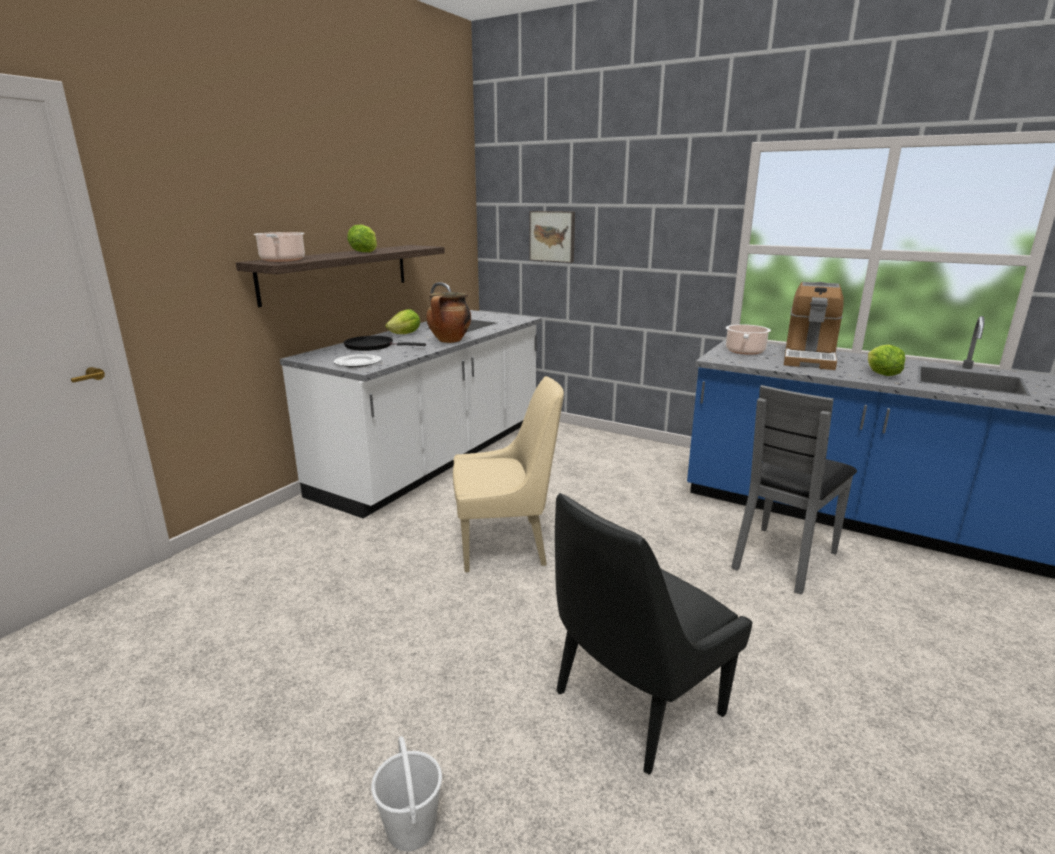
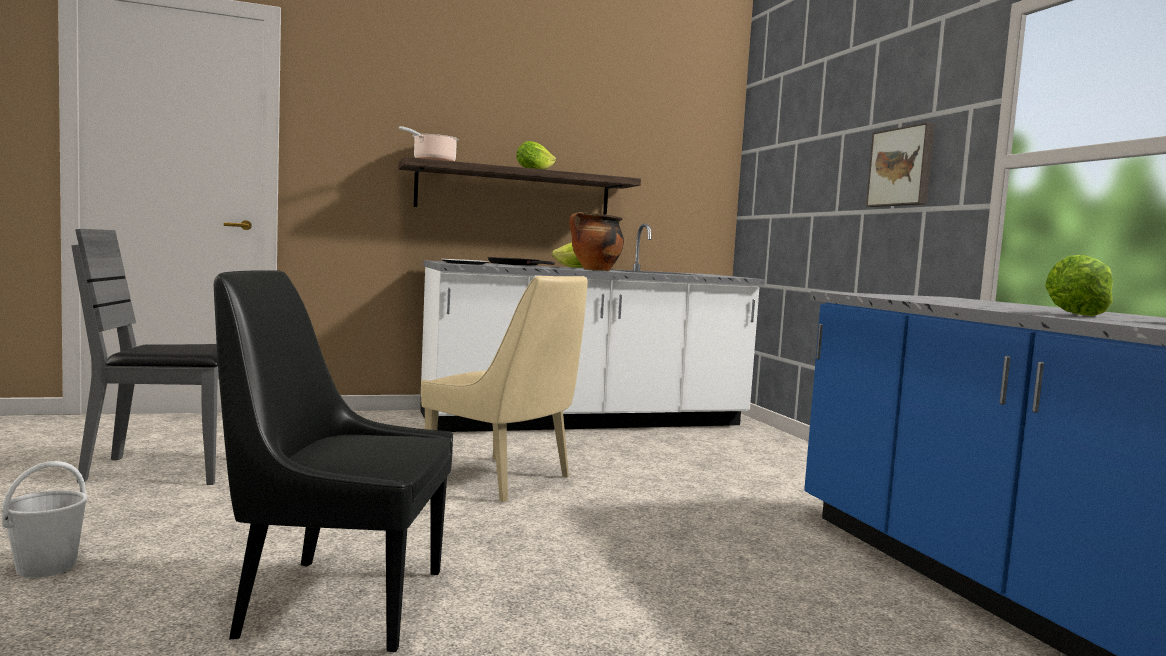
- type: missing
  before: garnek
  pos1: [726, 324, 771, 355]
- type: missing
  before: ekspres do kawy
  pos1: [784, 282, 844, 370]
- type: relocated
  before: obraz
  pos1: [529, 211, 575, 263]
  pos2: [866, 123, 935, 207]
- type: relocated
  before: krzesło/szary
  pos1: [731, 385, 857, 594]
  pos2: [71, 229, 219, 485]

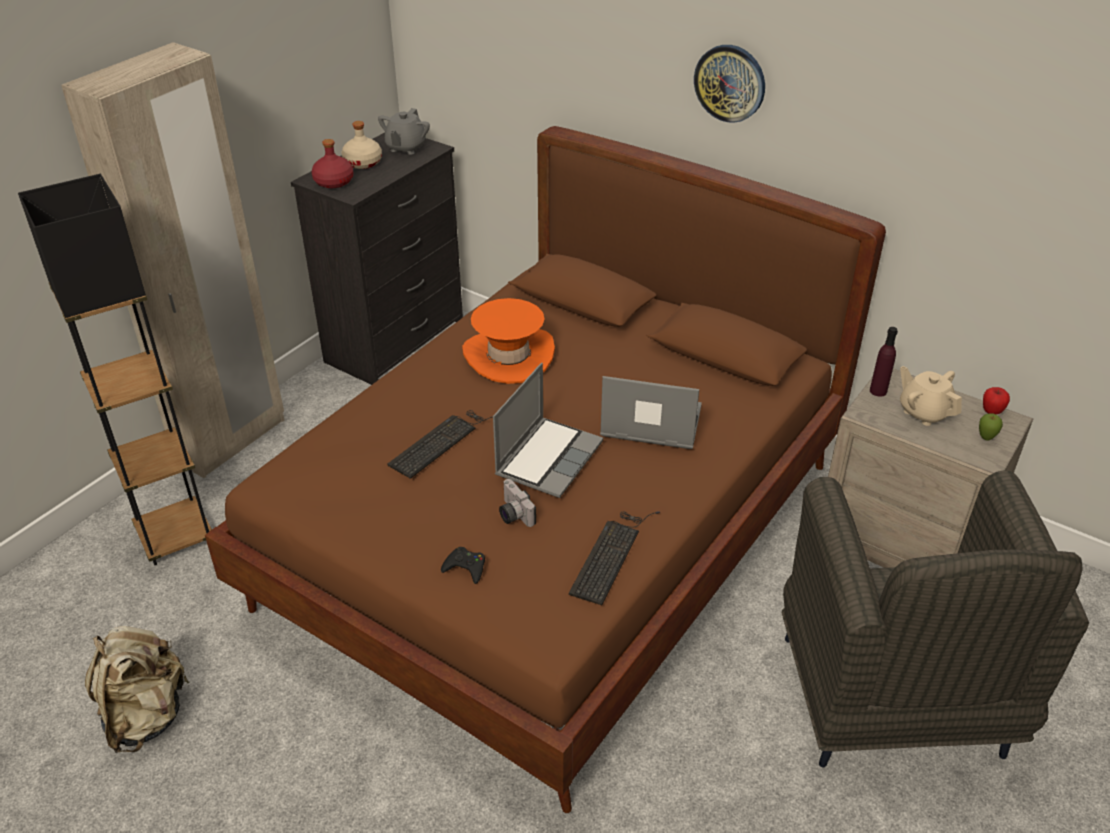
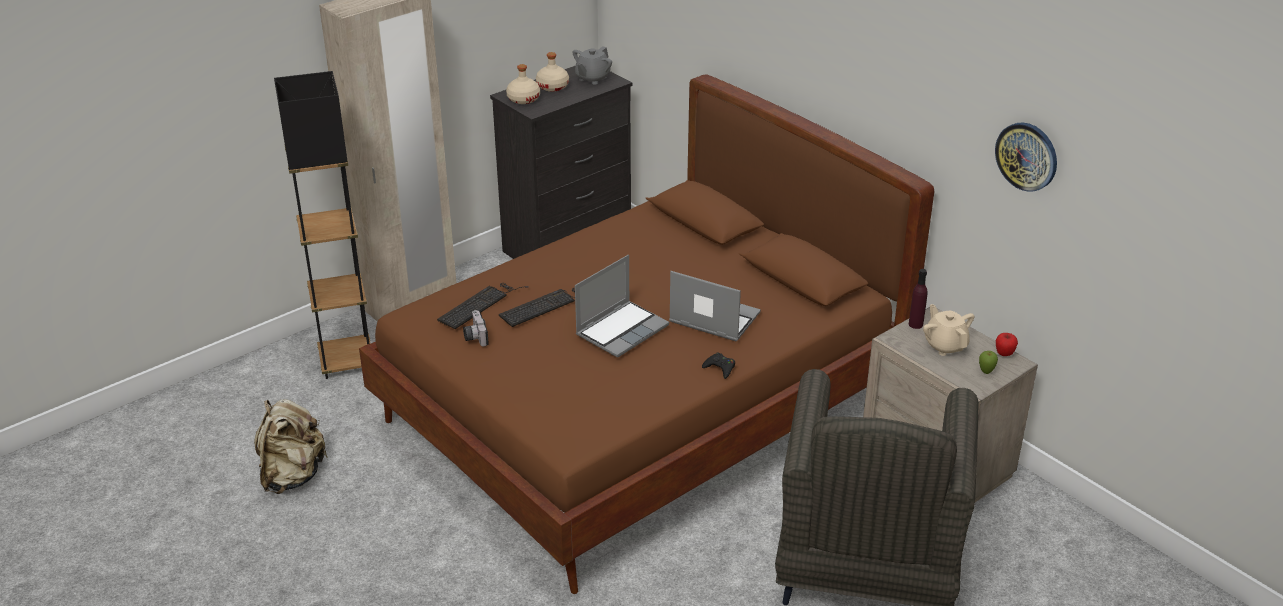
- type: missing
  before: kapelusz/pomarańczowy
  pos1: [462, 298, 555, 384]
- type: relocated
  before: pad do gier/czarny
  pos1: [441, 547, 485, 584]
  pos2: [702, 352, 735, 379]
- type: relocated
  before: aparat fotograficzny
  pos1: [499, 479, 536, 527]
  pos2: [463, 310, 489, 347]
- type: relocated
  before: klawiatura
  pos1: [569, 511, 660, 605]
  pos2: [437, 283, 529, 329]
- type: relocated
  before: zegar ścienny
  pos1: [694, 45, 765, 123]
  pos2: [995, 123, 1057, 191]
- type: colour
  before: butelka/czerwony
  after: butelka/beżowy
  pos1: [312, 139, 354, 188]
  pos2: [506, 64, 540, 104]

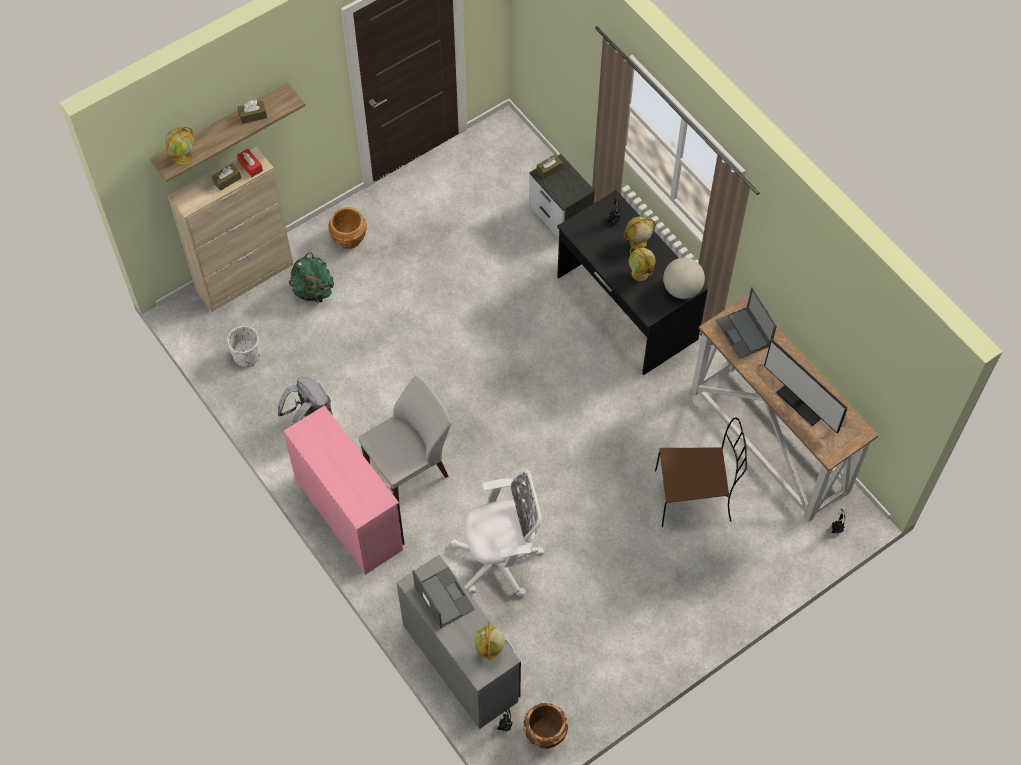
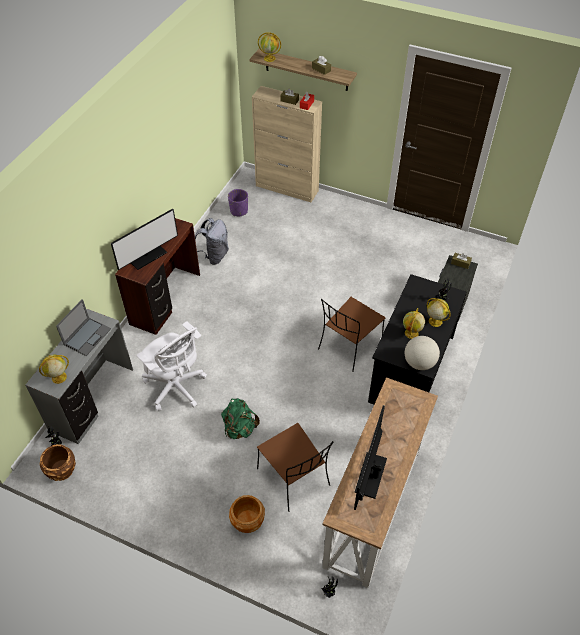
- type: missing
  before: krzesło/biały
  pos1: [359, 376, 451, 502]
- type: missing
  before: laptop
  pos1: [716, 287, 777, 359]
- type: appeared
  after: monitor
  pos2: [111, 209, 178, 270]
- type: appeared
  after: krzesło/brązowy
  pos2: [318, 297, 386, 372]
- type: relocated
  before: plecak/zielony
  pos1: [289, 252, 334, 303]
  pos2: [221, 398, 260, 439]
- type: relocated
  before: donica/brązowy
  pos1: [328, 207, 367, 249]
  pos2: [229, 495, 265, 533]
- type: colour
  before: donica/biały
  after: donica/fioletowy
  pos1: [227, 326, 261, 367]
  pos2: [228, 189, 248, 216]
- type: colour
  before: biurko/różowy
  after: biurko/brązowy
  pos1: [283, 405, 404, 575]
  pos2: [115, 218, 200, 335]

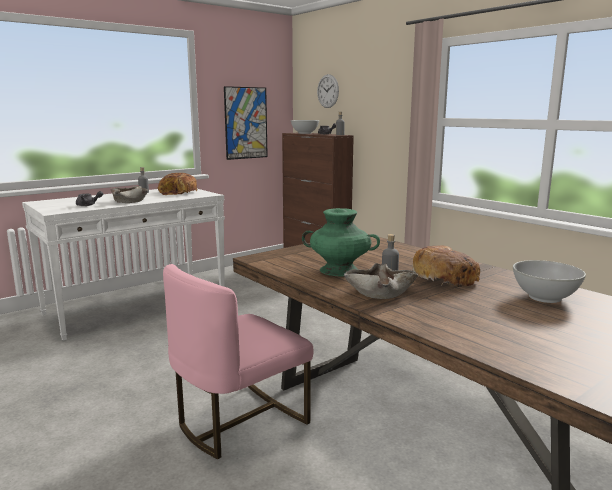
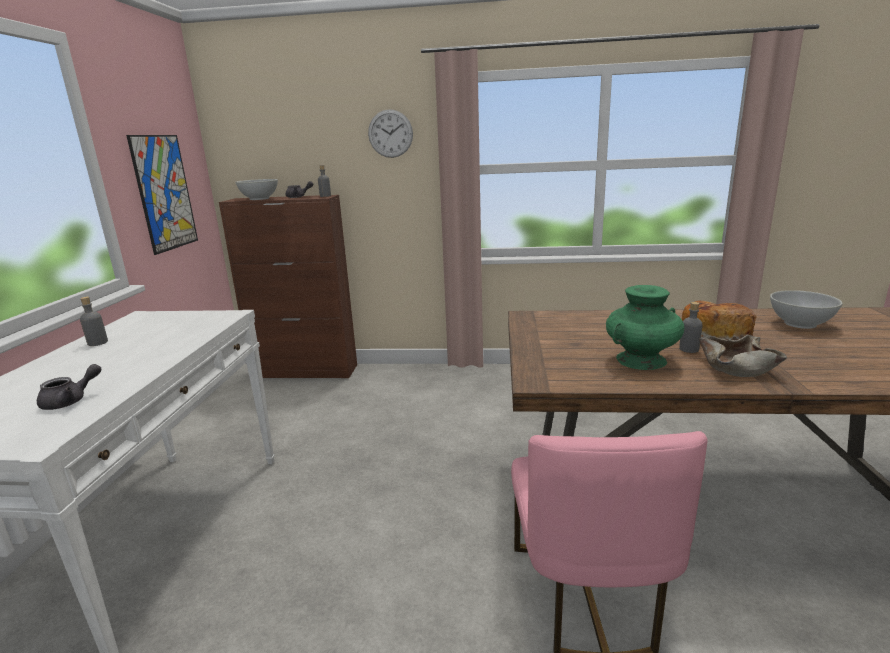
- type: missing
  before: miska/beżowy
  pos1: [111, 186, 148, 203]
- type: missing
  before: chleb
  pos1: [158, 173, 198, 195]
- type: relocated
  before: zegar ścienny
  pos1: [317, 74, 339, 108]
  pos2: [368, 109, 413, 158]

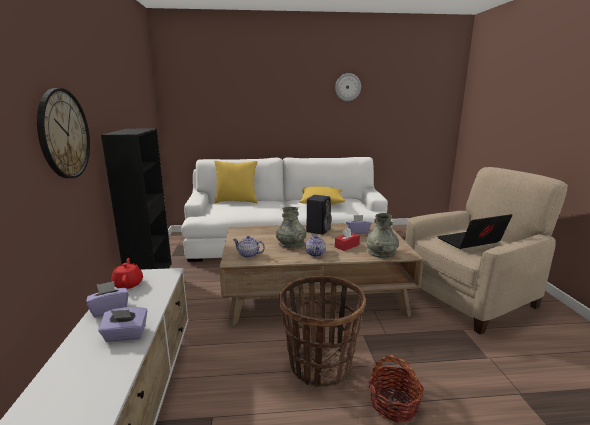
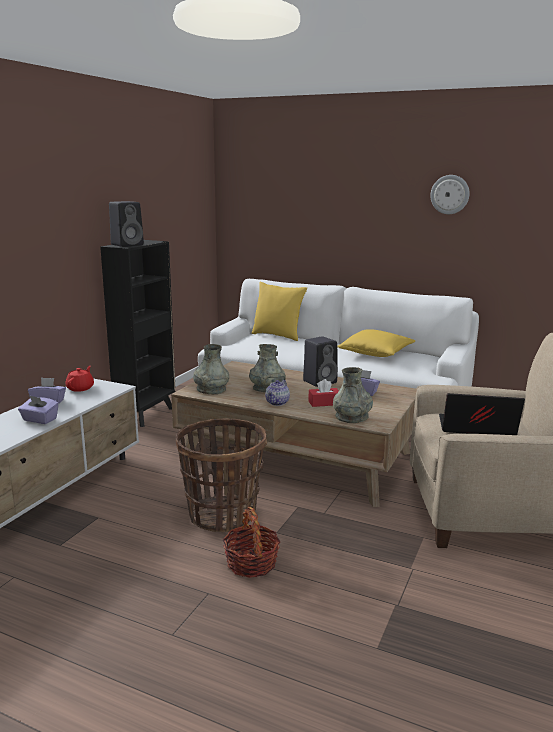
- type: missing
  before: zegar ścienny
  pos1: [37, 88, 90, 178]
- type: appeared
  after: głośnik/czarny
  pos2: [109, 201, 144, 247]
- type: exchanged
  before: imbryk
  after: wazon/szary
  pos1: [233, 236, 265, 258]
  pos2: [193, 344, 229, 394]

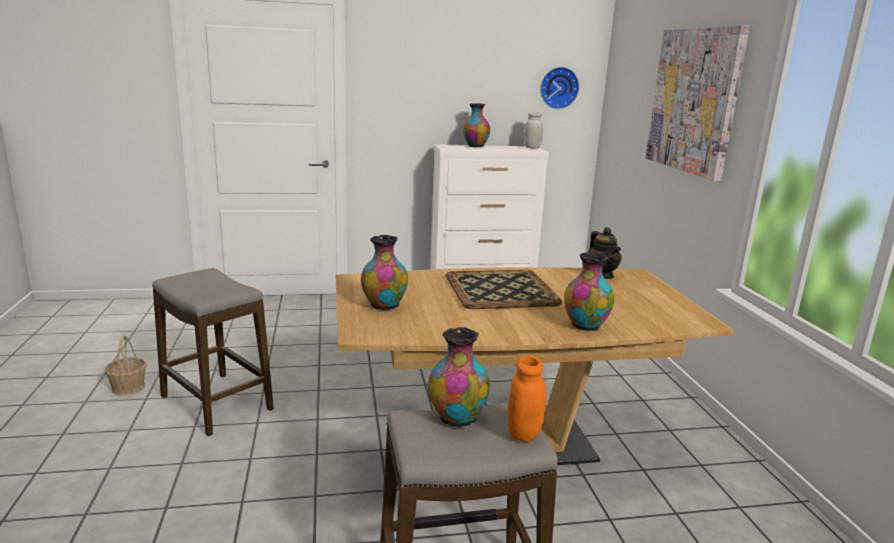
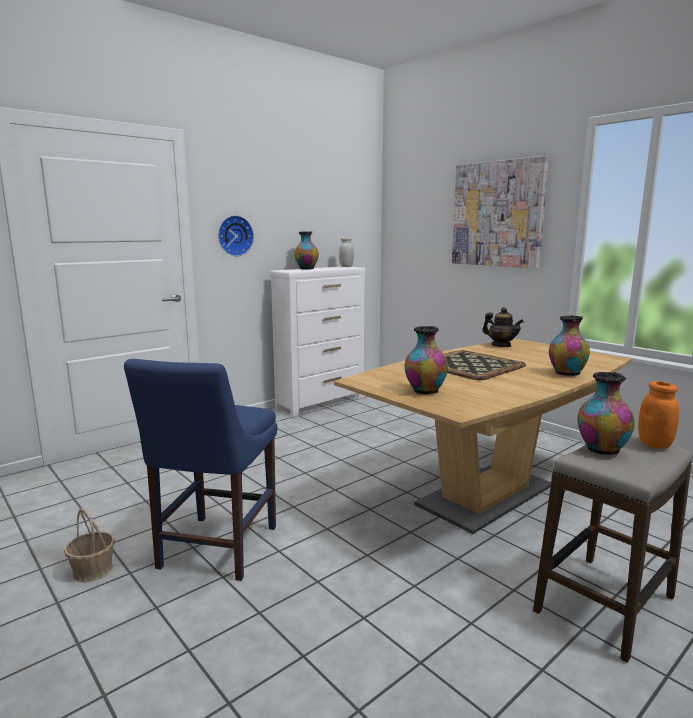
- type: relocated
  before: zegar ścienny
  pos1: [540, 67, 579, 109]
  pos2: [218, 215, 254, 256]
- type: exchanged
  before: stołek
  after: krzesło/niebieski
  pos1: [152, 268, 274, 436]
  pos2: [124, 359, 277, 581]

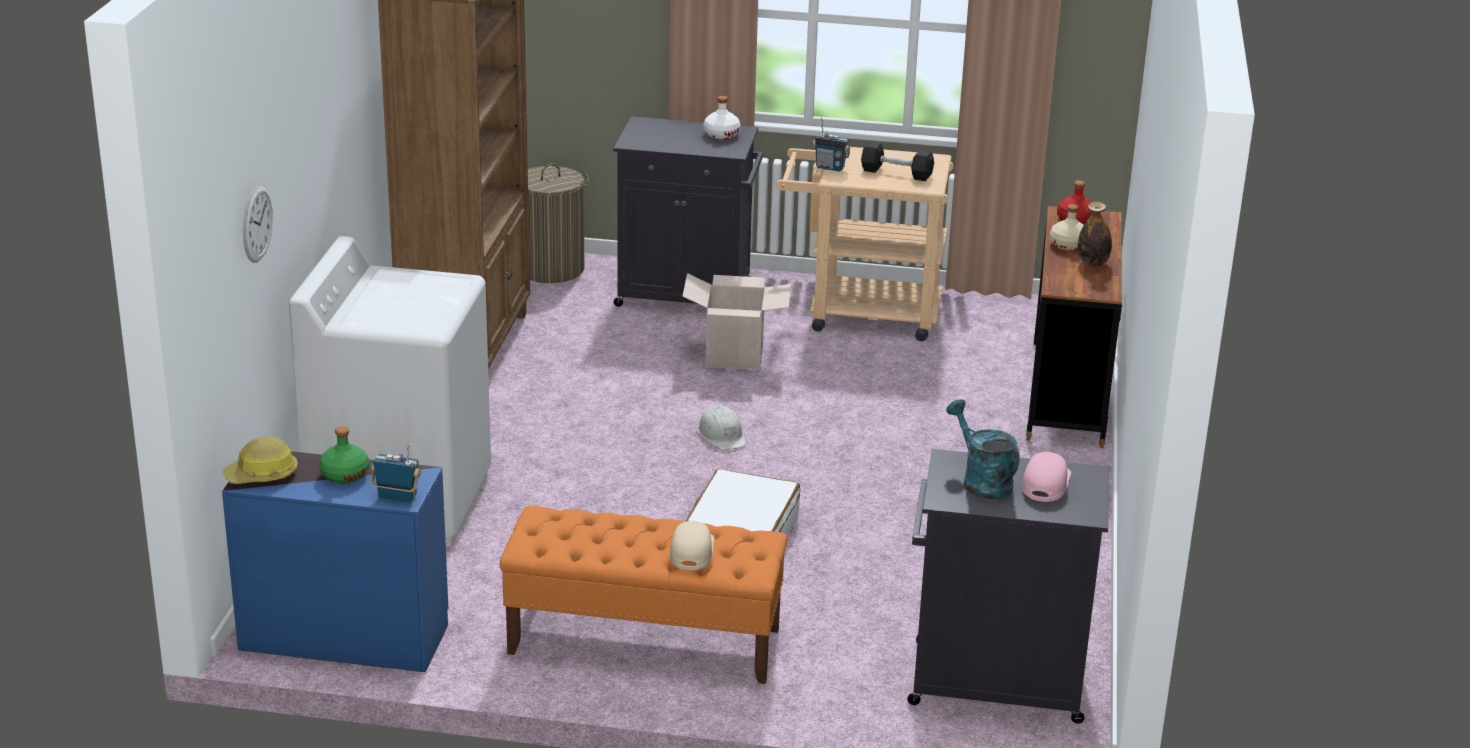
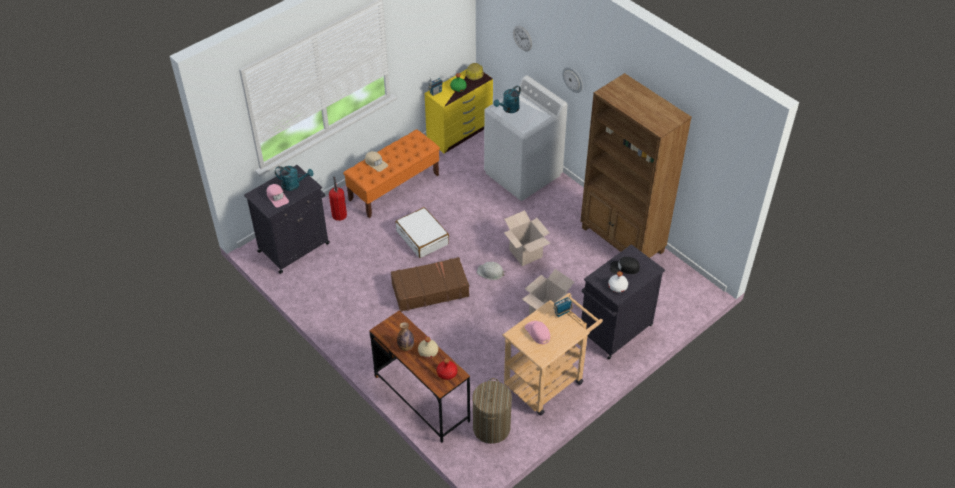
- type: appeared
  after: gaśnica
  pos2: [329, 176, 347, 221]
- type: appeared
  after: walizka/brązowy
  pos2: [391, 257, 469, 312]
- type: appeared
  after: konewka/turkusowy
  pos2: [494, 85, 521, 113]
- type: appeared
  after: karton
  pos2: [504, 210, 550, 266]
- type: appeared
  after: zegar ścienny
  pos2: [562, 67, 583, 93]
- type: appeared
  after: czapka z daszkiem/czarny
  pos2: [610, 257, 640, 274]
- type: relocated
  before: kosz na pranie
  pos1: [528, 163, 589, 283]
  pos2: [472, 378, 512, 444]
- type: exchanged
  before: hantel/czarny
  after: czapka z daszkiem/różowy
  pos1: [861, 141, 934, 181]
  pos2: [525, 321, 550, 344]
- type: colour
  before: komoda/niebieski
  after: komoda/żółty
  pos1: [222, 451, 448, 672]
  pos2: [425, 69, 493, 154]

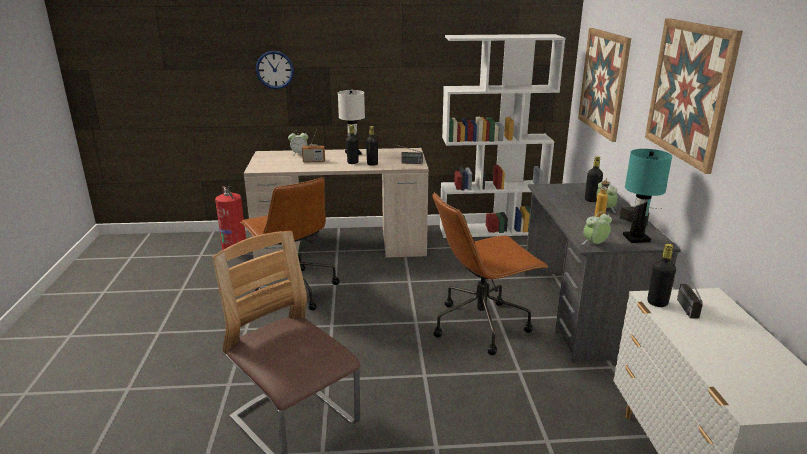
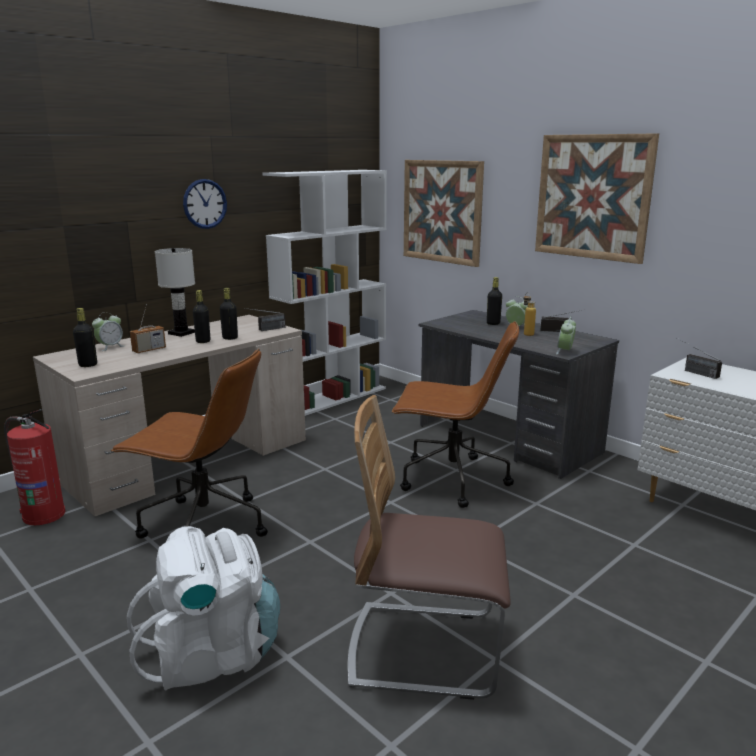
- type: missing
  before: lampa stołowa/turkusowy
  pos1: [623, 149, 672, 243]
- type: appeared
  after: plecak/biały
  pos2: [127, 526, 280, 691]
- type: relocated
  before: zegar ścienny
  pos1: [256, 51, 294, 89]
  pos2: [183, 179, 227, 229]
- type: relocated
  before: butelka/czarny
  pos1: [647, 244, 676, 307]
  pos2: [73, 308, 97, 367]
- type: spun
  before: krzesło biurowe/brązowy
  pos1: [432, 192, 549, 355]
  pos2: [392, 321, 519, 508]
  turn: -105

